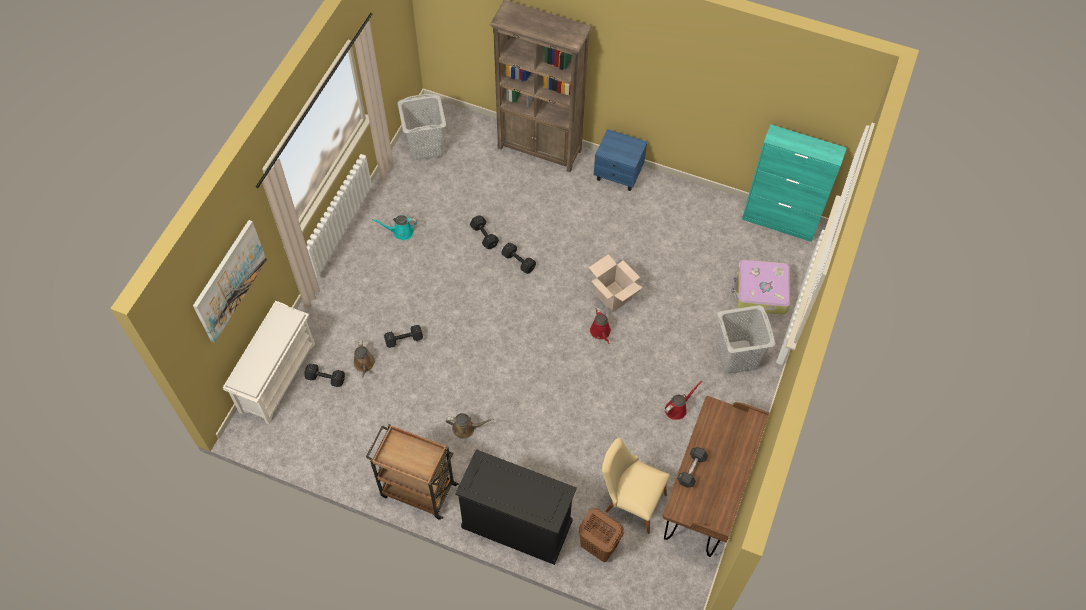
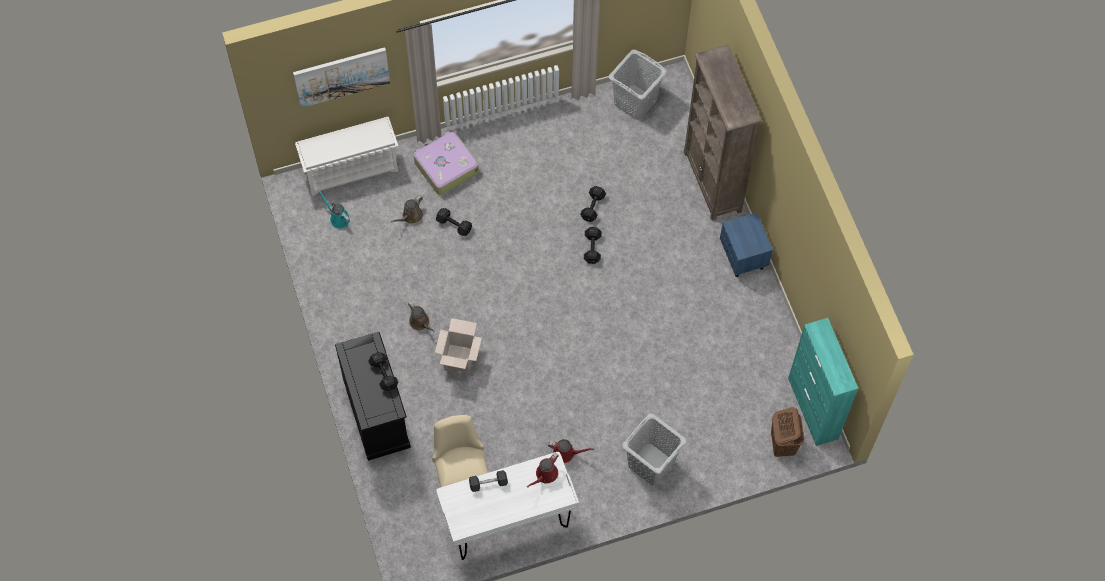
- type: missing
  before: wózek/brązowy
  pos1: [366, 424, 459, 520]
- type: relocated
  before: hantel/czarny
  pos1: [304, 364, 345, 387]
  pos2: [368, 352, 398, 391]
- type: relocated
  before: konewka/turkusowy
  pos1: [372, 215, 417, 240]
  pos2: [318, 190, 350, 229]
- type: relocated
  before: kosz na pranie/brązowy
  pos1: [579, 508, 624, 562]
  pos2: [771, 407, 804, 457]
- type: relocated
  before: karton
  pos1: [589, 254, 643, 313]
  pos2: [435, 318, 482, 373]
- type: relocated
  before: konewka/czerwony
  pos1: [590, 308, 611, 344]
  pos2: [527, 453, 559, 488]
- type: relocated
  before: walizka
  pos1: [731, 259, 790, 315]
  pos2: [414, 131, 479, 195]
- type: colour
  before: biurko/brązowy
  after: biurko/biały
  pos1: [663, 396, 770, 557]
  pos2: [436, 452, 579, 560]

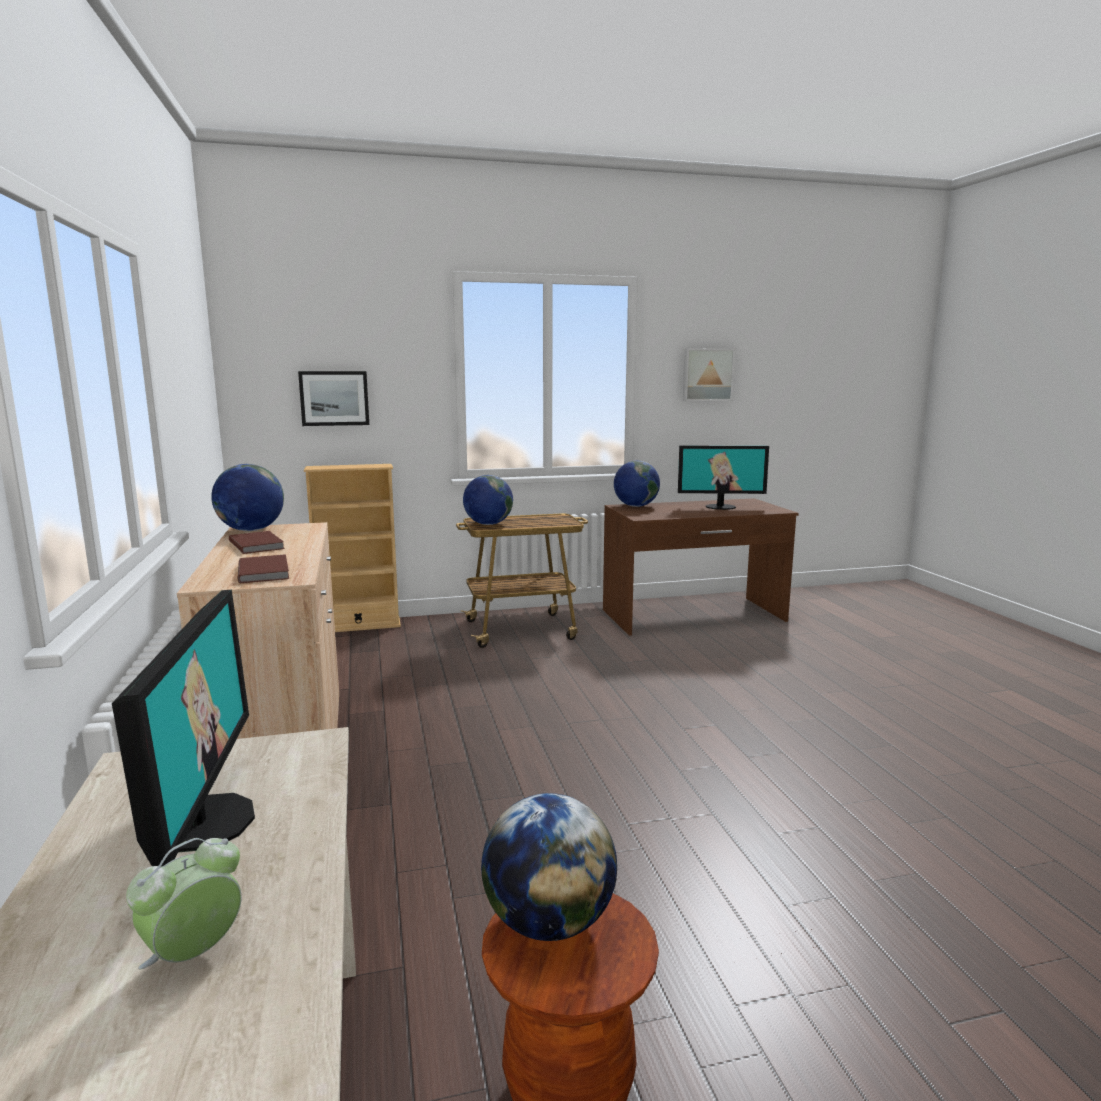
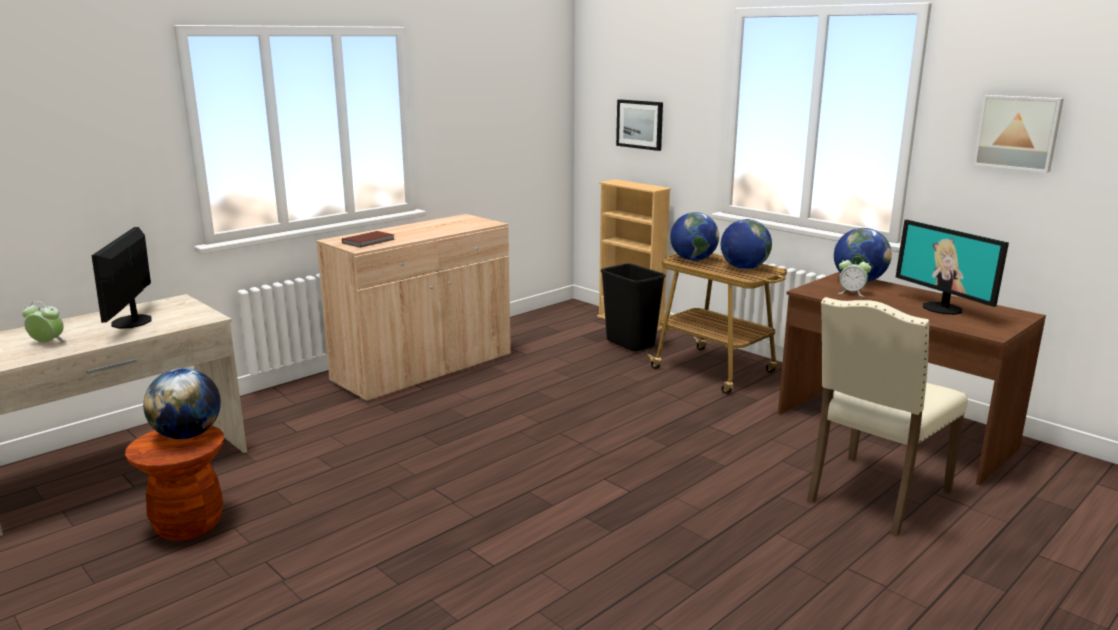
- type: missing
  before: książka/brązowy
  pos1: [229, 531, 285, 554]
- type: appeared
  after: kosz na śmieci/czarny
  pos2: [601, 263, 666, 352]
- type: appeared
  after: krzesło/beżowy
  pos2: [807, 297, 968, 537]
- type: appeared
  after: budzik
  pos2: [838, 256, 871, 297]
- type: relocated
  before: globus
  pos1: [211, 464, 284, 531]
  pos2: [721, 219, 772, 269]
- type: spun
  before: monitor
  pos1: [112, 590, 255, 867]
  pos2: [91, 227, 152, 329]
  turn: 120

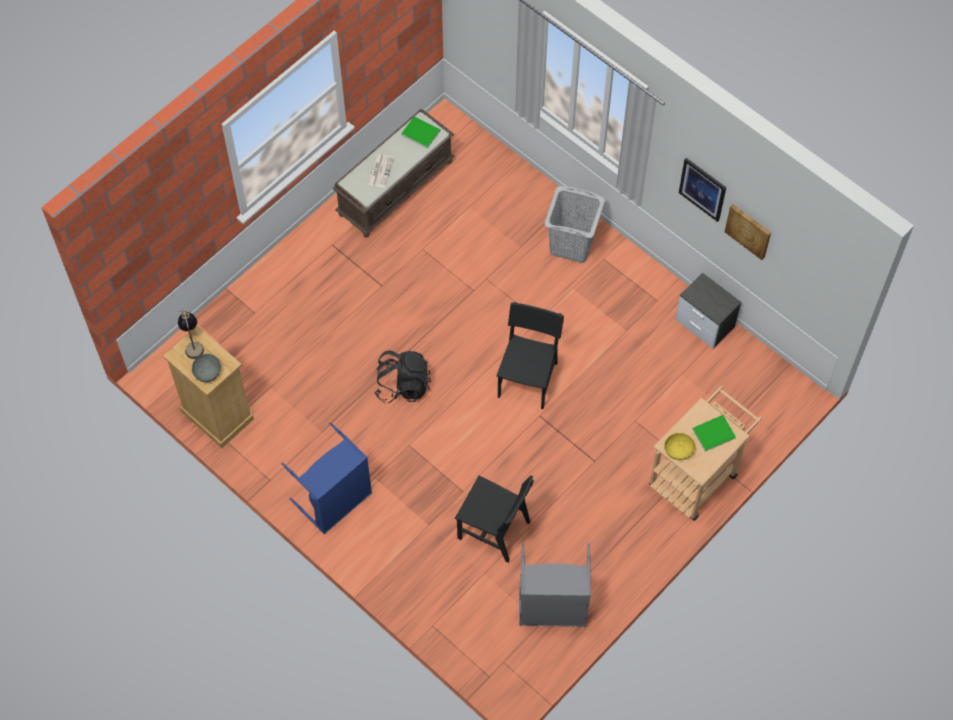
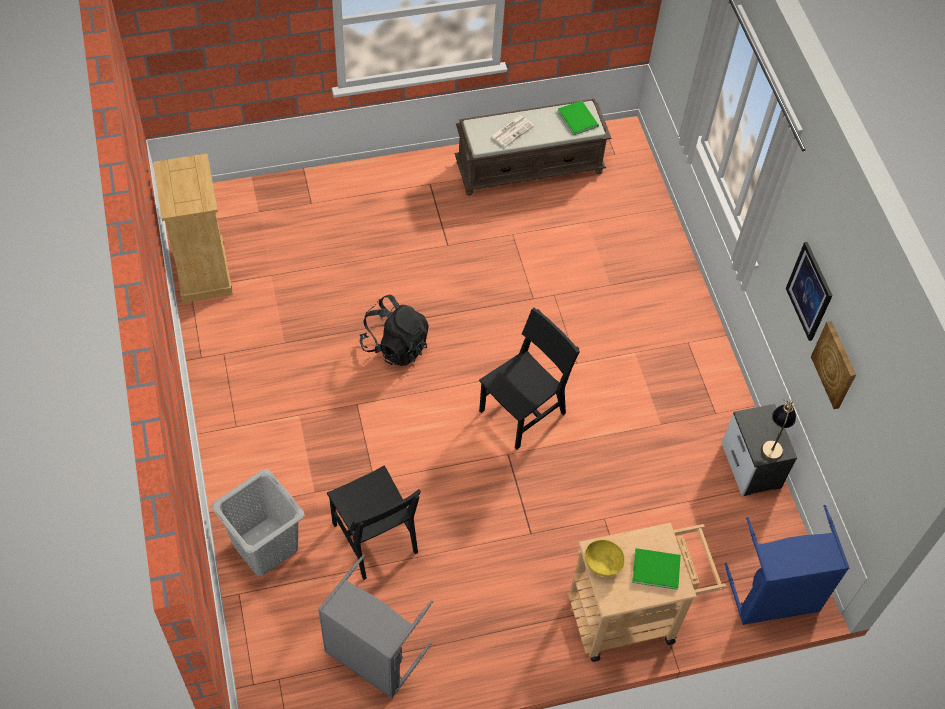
- type: missing
  before: miska/szary
  pos1: [192, 354, 221, 382]
- type: relocated
  before: lampa stołowa
  pos1: [178, 309, 204, 359]
  pos2: [761, 399, 796, 461]
- type: relocated
  before: kosz na pranie/niebieski
  pos1: [281, 422, 372, 534]
  pos2: [724, 505, 849, 625]
- type: relocated
  before: kosz na pranie/szary
  pos1: [544, 186, 605, 263]
  pos2: [212, 469, 304, 576]

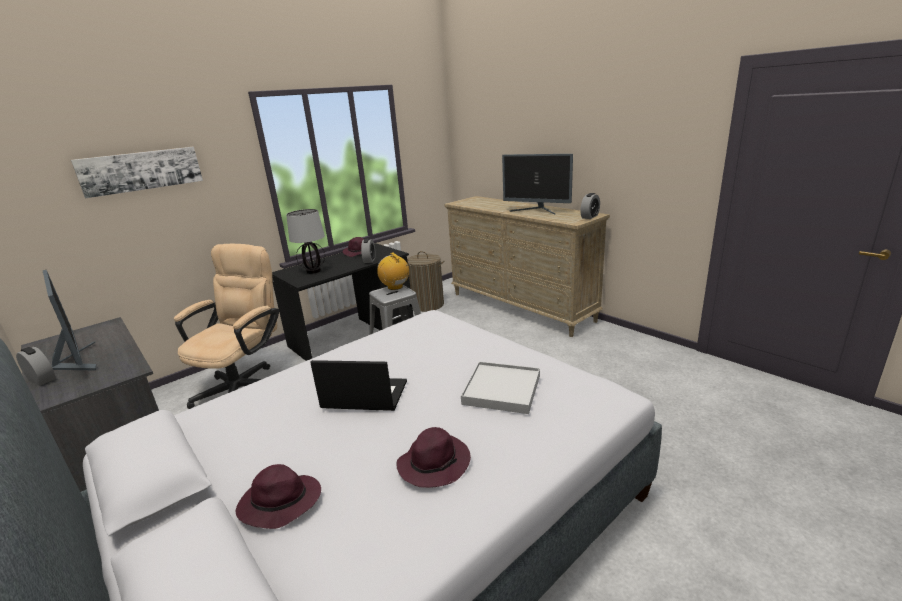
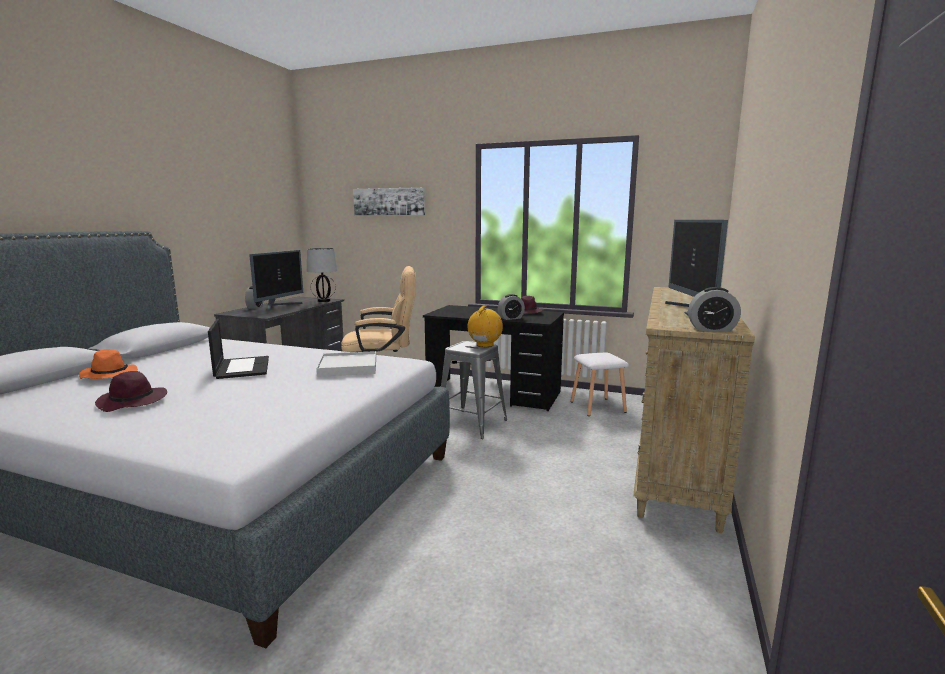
- type: relocated
  before: lampa stołowa
  pos1: [286, 209, 325, 274]
  pos2: [307, 248, 337, 302]
- type: relocated
  before: taca/biały
  pos1: [461, 362, 540, 414]
  pos2: [316, 351, 376, 377]
- type: exchanged
  before: kosz na pranie
  after: stołek/biały
  pos1: [407, 251, 444, 312]
  pos2: [571, 353, 629, 416]
- type: colour
  before: kapelusz/fioletowy
  after: kapelusz/pomarańczowy
  pos1: [236, 464, 321, 529]
  pos2: [79, 349, 138, 379]

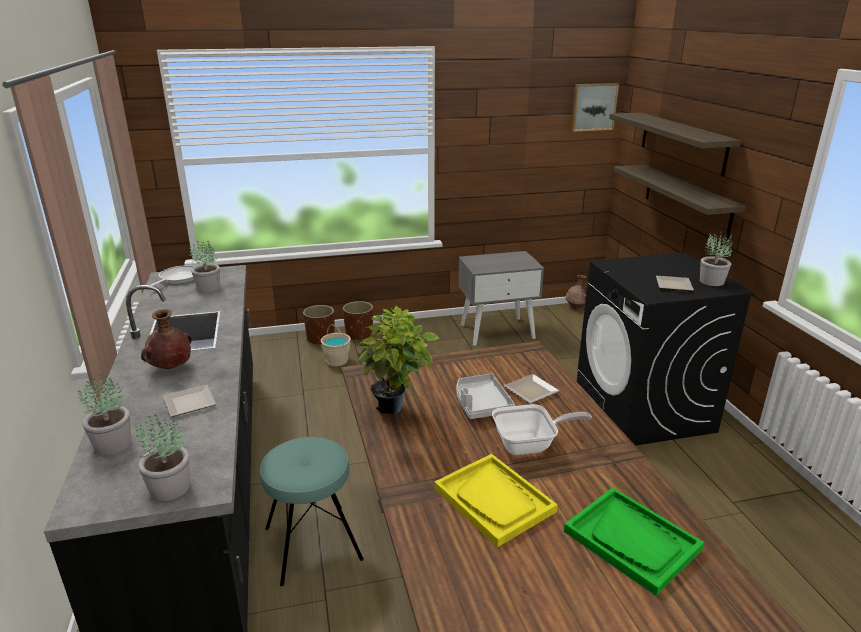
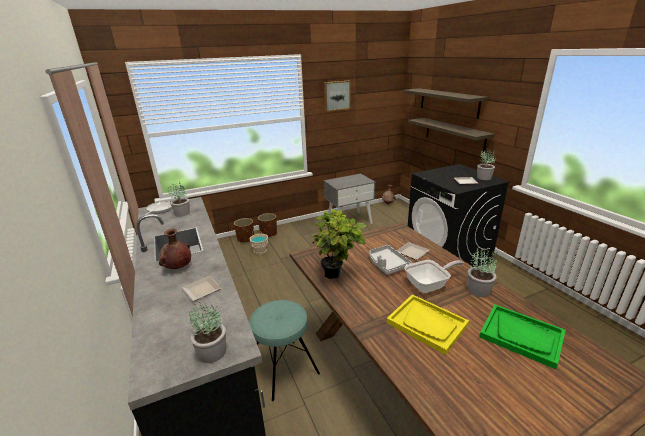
- type: relocated
  before: roślina doniczkowa
  pos1: [78, 374, 132, 455]
  pos2: [468, 248, 498, 297]
- type: relocated
  before: obraz
  pos1: [571, 83, 619, 131]
  pos2: [324, 81, 350, 112]

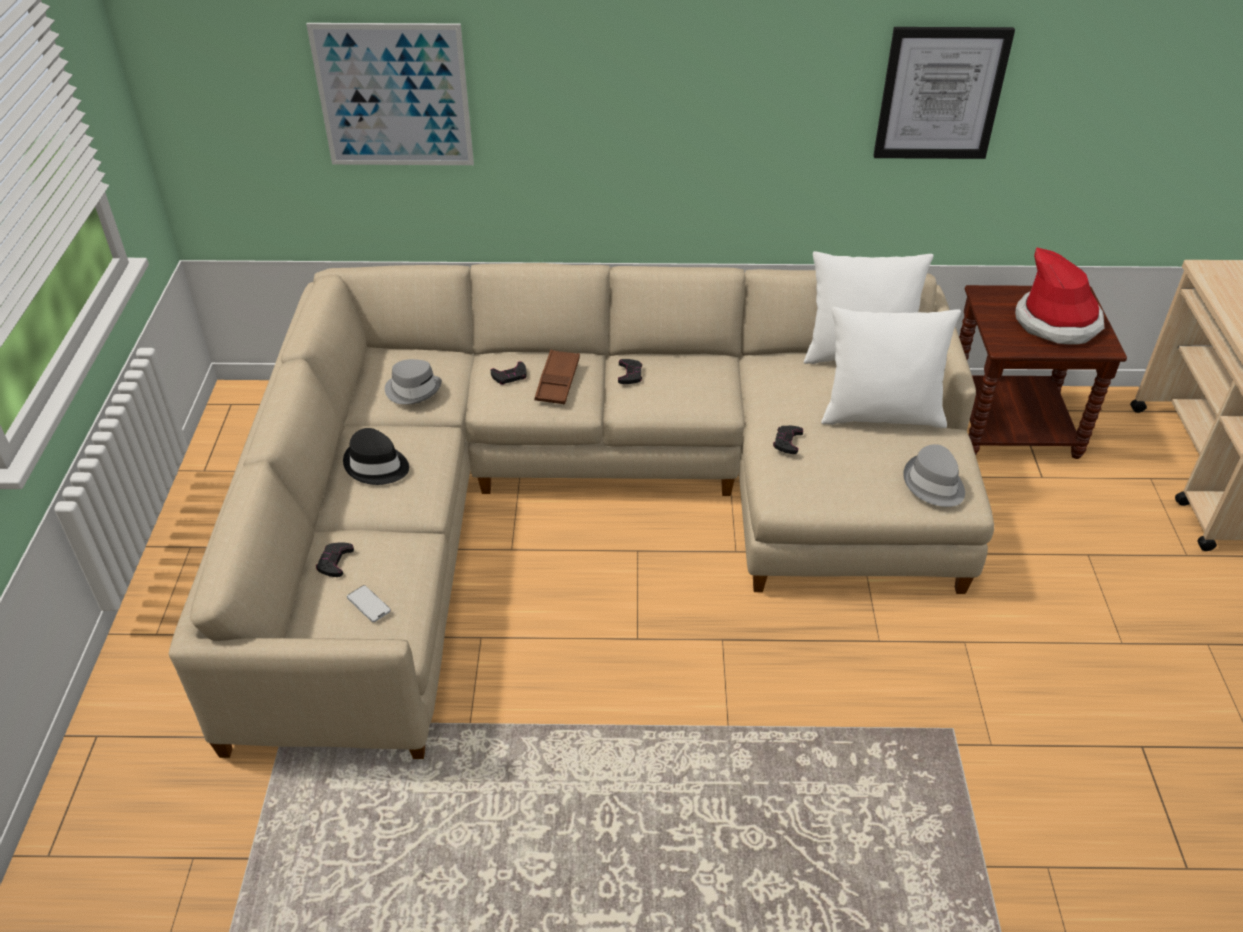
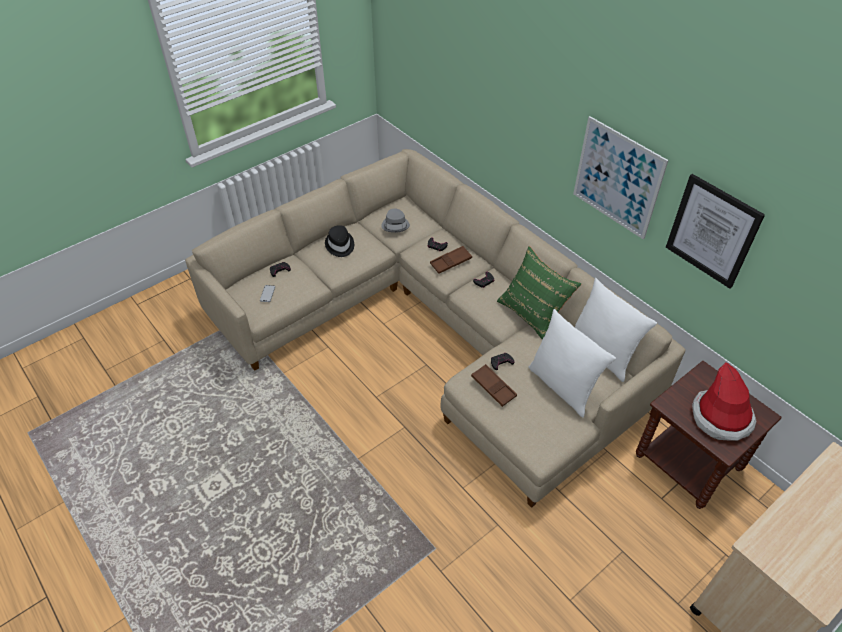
- type: missing
  before: kapelusz/szary
  pos1: [904, 444, 965, 507]
- type: appeared
  after: taca/brązowy
  pos2: [471, 364, 517, 407]
- type: appeared
  after: poduszka/zielony
  pos2: [497, 246, 581, 340]
- type: relocated
  before: obraz
  pos1: [306, 23, 474, 165]
  pos2: [573, 116, 669, 240]

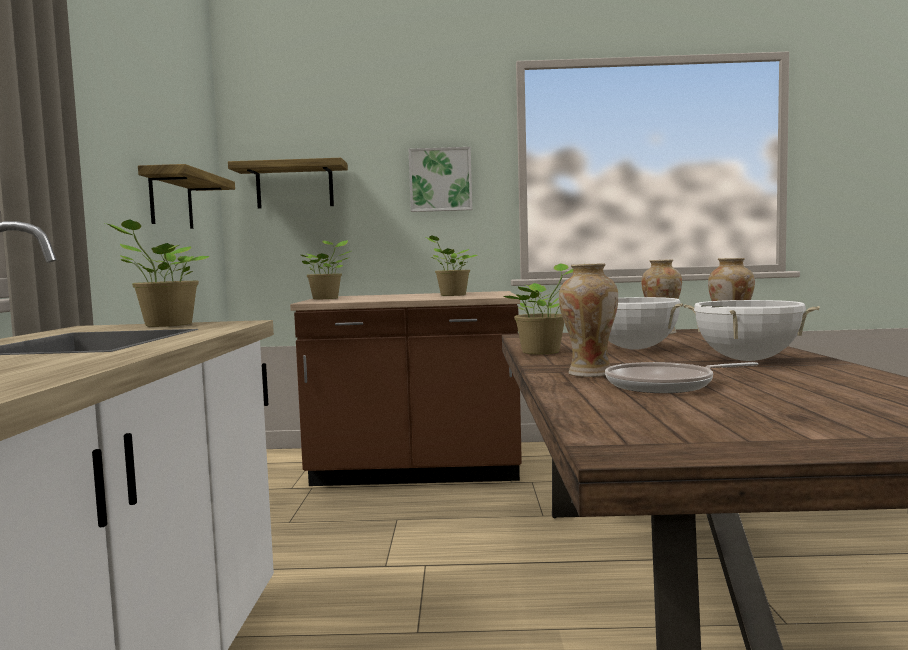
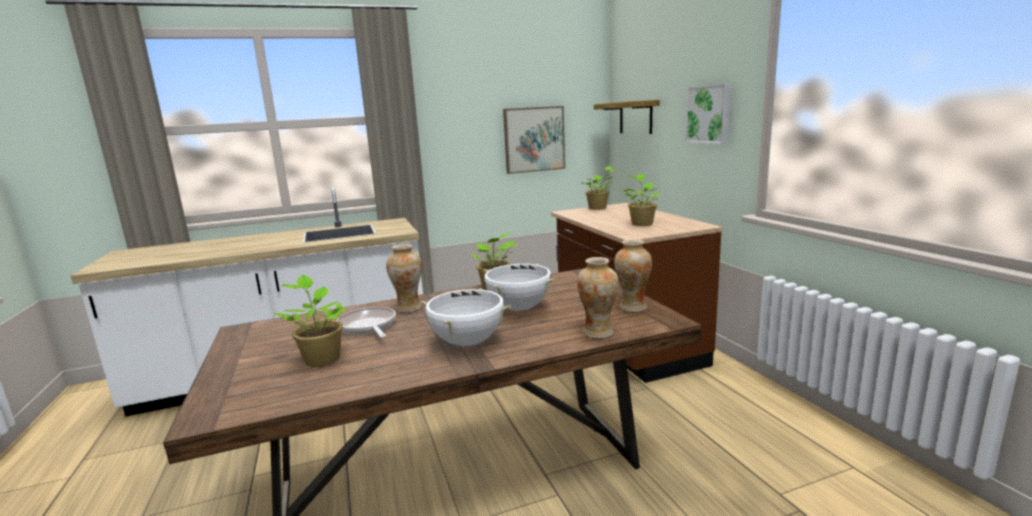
- type: relocated
  before: roślina doniczkowa
  pos1: [105, 219, 209, 327]
  pos2: [274, 275, 348, 367]
- type: exchanged
  before: półka
  after: obraz
  pos1: [138, 164, 235, 229]
  pos2: [503, 106, 565, 174]

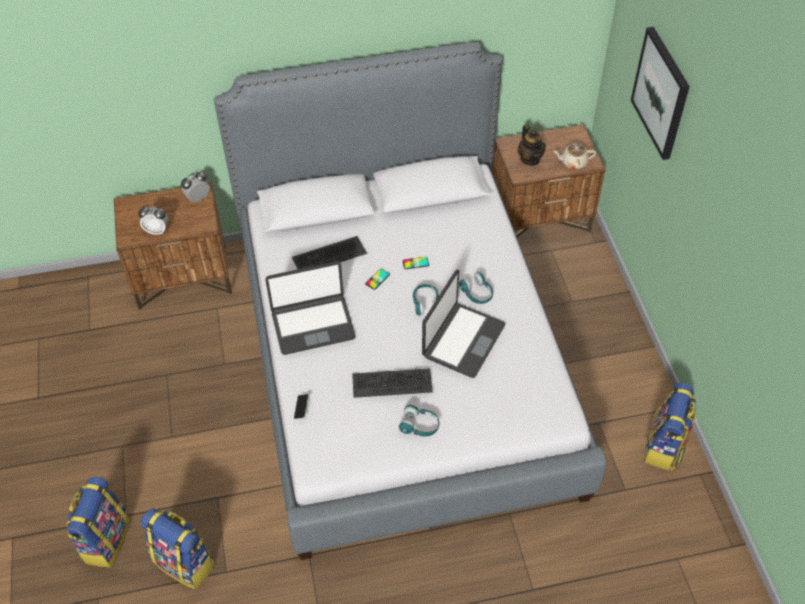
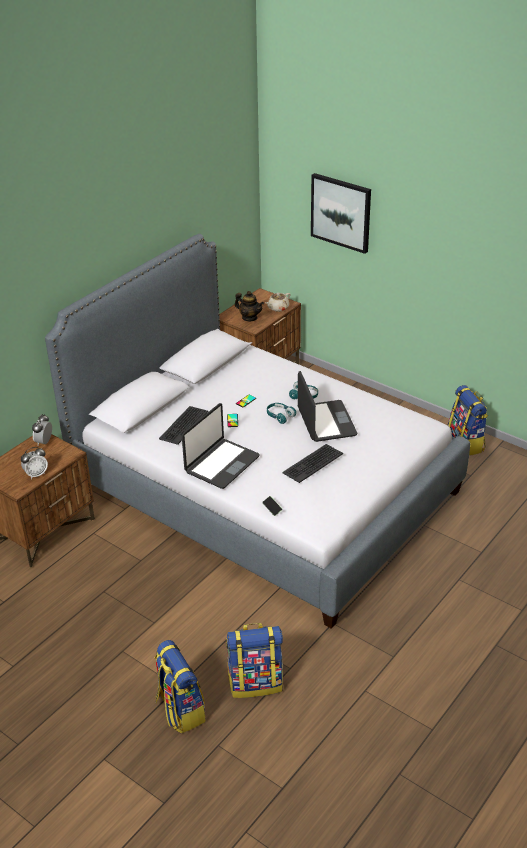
- type: missing
  before: słuchawki/turkusowy
  pos1: [399, 405, 439, 437]

